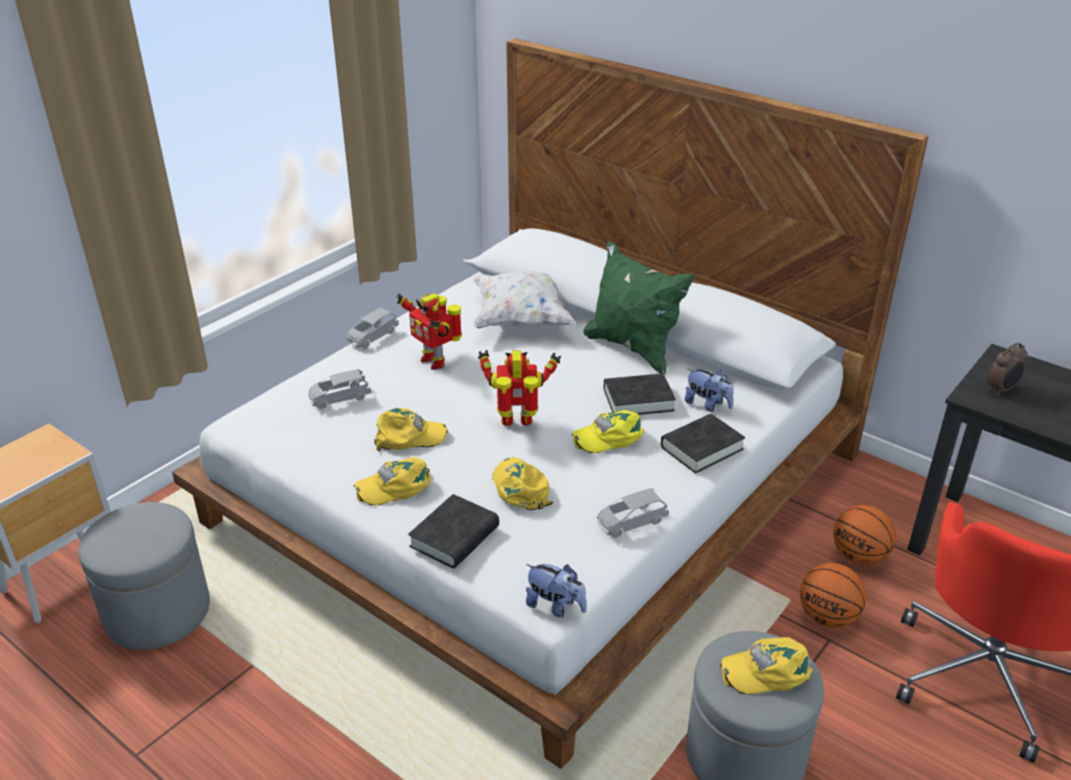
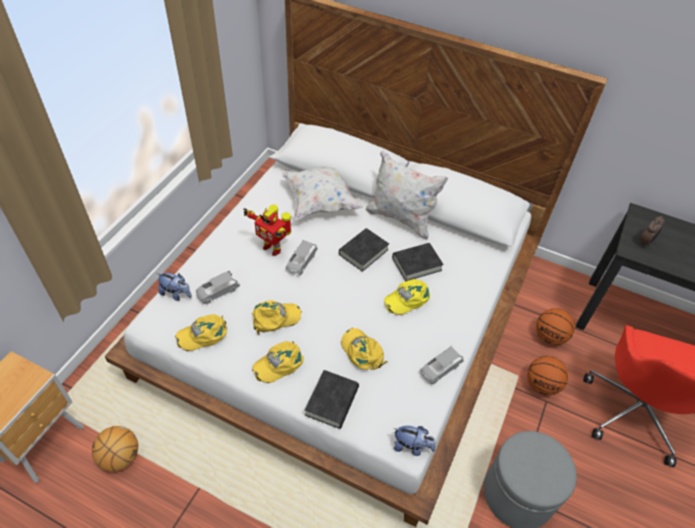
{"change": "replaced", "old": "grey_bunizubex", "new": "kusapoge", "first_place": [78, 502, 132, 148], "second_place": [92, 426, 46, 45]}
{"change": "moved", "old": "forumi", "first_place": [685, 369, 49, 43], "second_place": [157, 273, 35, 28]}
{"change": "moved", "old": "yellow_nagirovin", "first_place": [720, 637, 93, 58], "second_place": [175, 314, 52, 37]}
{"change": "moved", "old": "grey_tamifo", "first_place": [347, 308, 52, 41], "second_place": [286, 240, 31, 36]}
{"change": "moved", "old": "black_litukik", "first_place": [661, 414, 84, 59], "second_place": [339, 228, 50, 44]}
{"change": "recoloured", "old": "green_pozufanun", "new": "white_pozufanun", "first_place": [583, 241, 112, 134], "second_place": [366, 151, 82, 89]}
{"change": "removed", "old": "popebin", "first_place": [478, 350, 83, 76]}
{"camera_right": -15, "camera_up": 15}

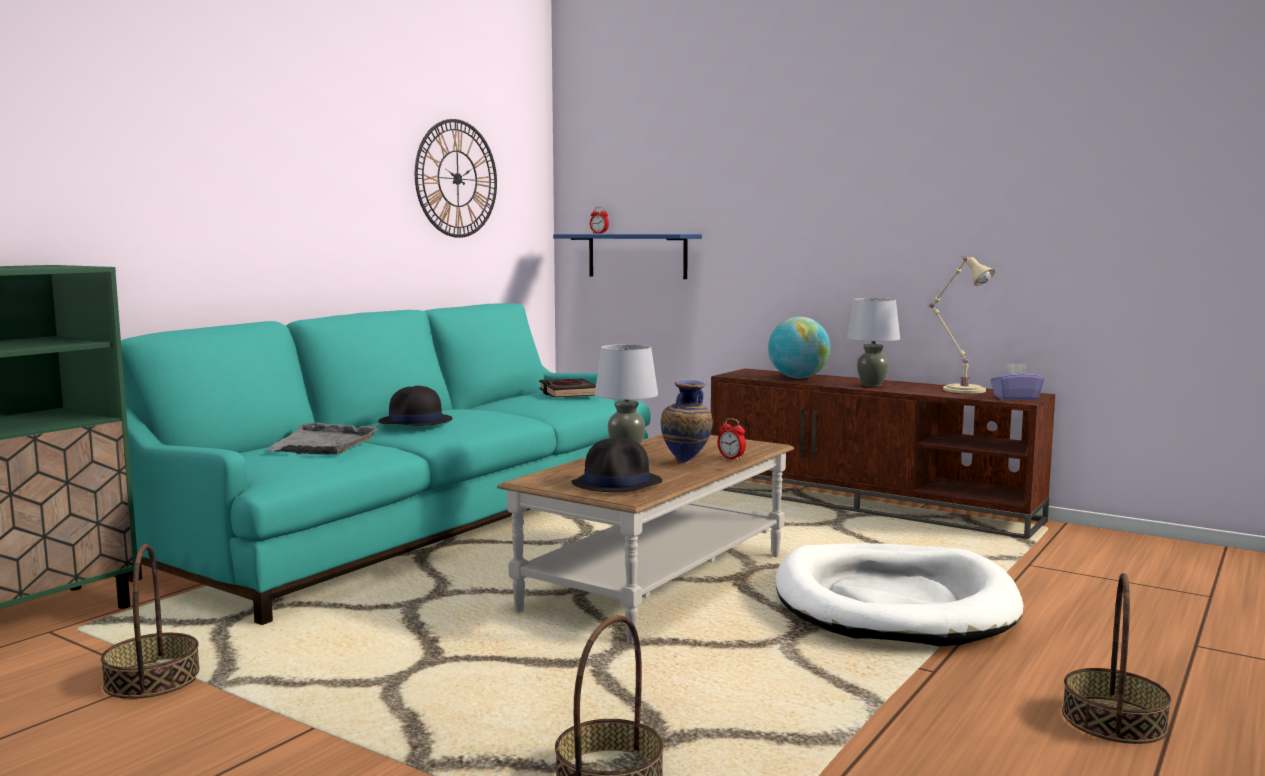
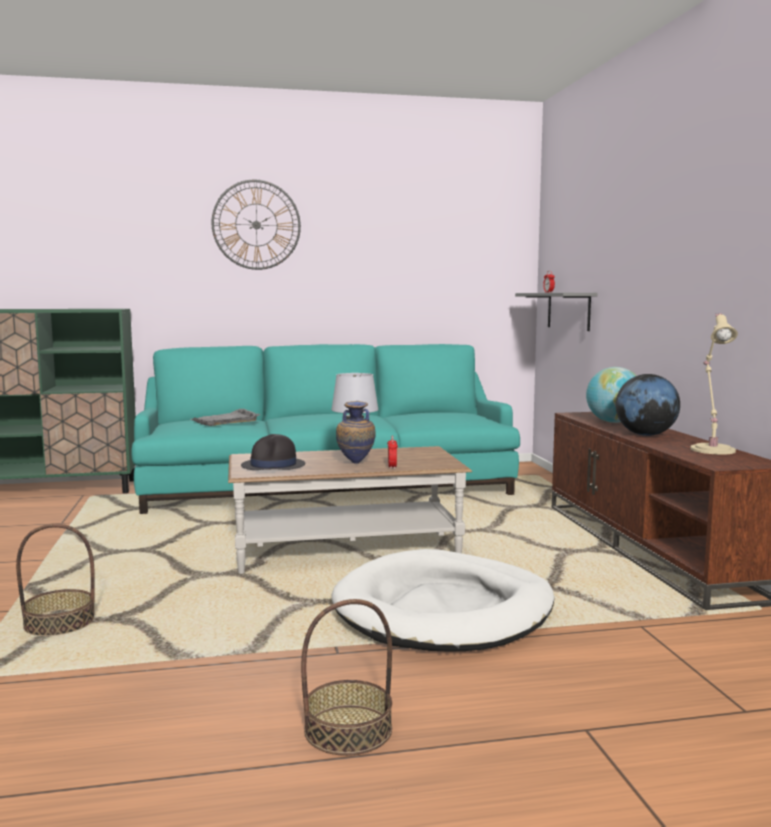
{"change": "moved", "old": "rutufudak", "first_place": [415, 119, 82, 119], "second_place": [212, 180, 89, 90]}
{"change": "recoloured", "old": "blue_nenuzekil", "new": "grey_nenuzekil", "first_place": [553, 234, 149, 45], "second_place": [515, 293, 83, 38]}
{"change": "replaced", "old": "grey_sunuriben", "new": "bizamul", "first_place": [847, 298, 53, 89], "second_place": [616, 374, 64, 62]}
{"change": "removed", "old": "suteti", "first_place": [101, 544, 99, 155]}
{"change": "removed", "old": "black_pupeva", "first_place": [378, 386, 75, 40]}
{"change": "removed", "old": "black_litukik", "first_place": [539, 379, 57, 19]}
{"change": "removed", "old": "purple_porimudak", "first_place": [991, 363, 53, 37]}
{"camera_right": 45, "camera_up": 0}

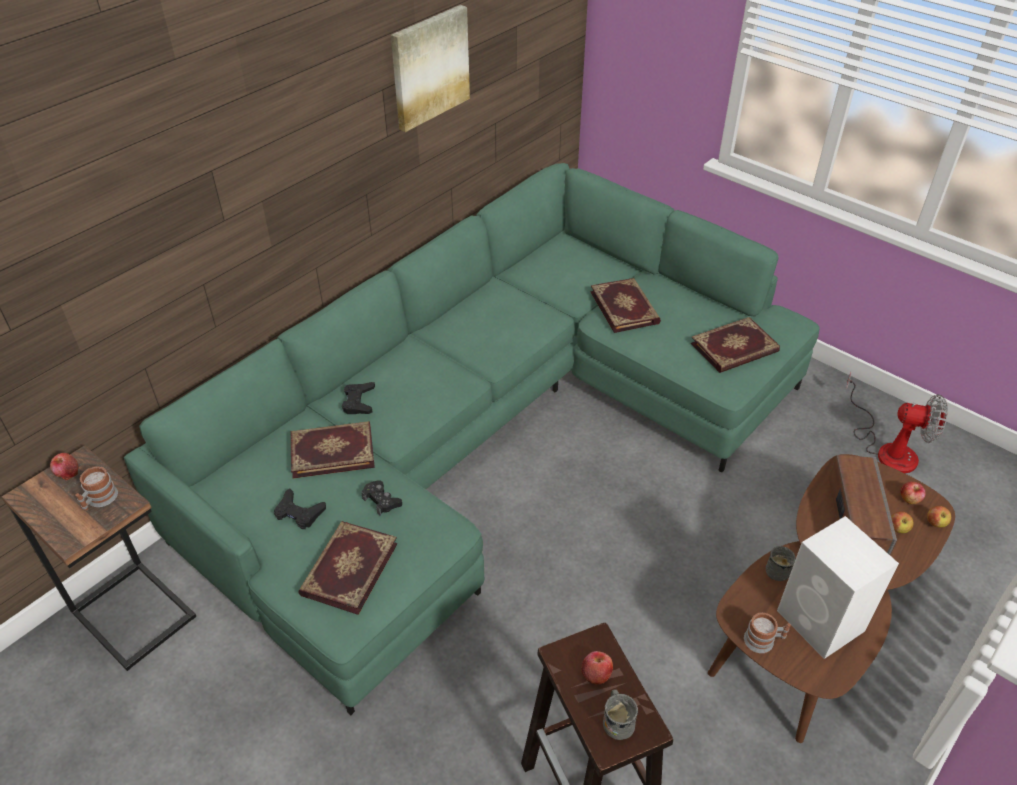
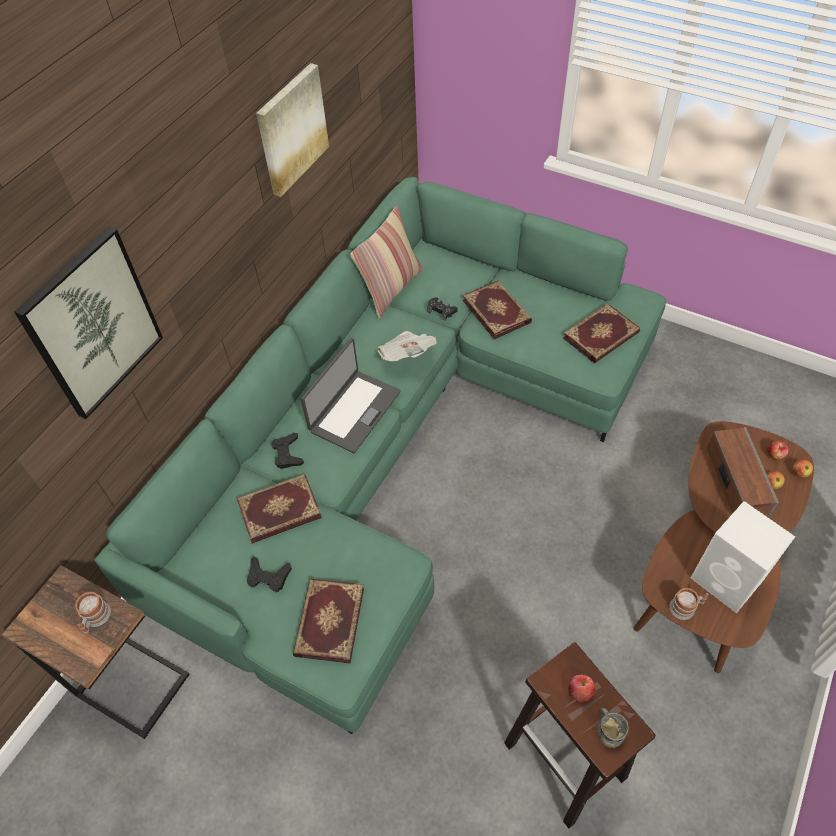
{"change": "added", "new": "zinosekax", "second_place": [14, 226, 149, 193]}
{"change": "added", "new": "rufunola", "second_place": [301, 338, 99, 115]}
{"change": "added", "new": "pozufanun", "second_place": [350, 205, 73, 113]}
{"change": "added", "new": "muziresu", "second_place": [377, 331, 60, 30]}
{"change": "moved", "old": "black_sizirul", "first_place": [362, 480, 40, 36], "second_place": [427, 297, 31, 24]}
{"change": "removed", "old": "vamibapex", "first_place": [50, 453, 28, 27]}
{"change": "removed", "old": "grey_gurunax", "first_place": [766, 546, 30, 35]}
{"change": "removed", "old": "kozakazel", "first_place": [847, 372, 101, 101]}
{"camera_right": -10, "camera_up": 10}

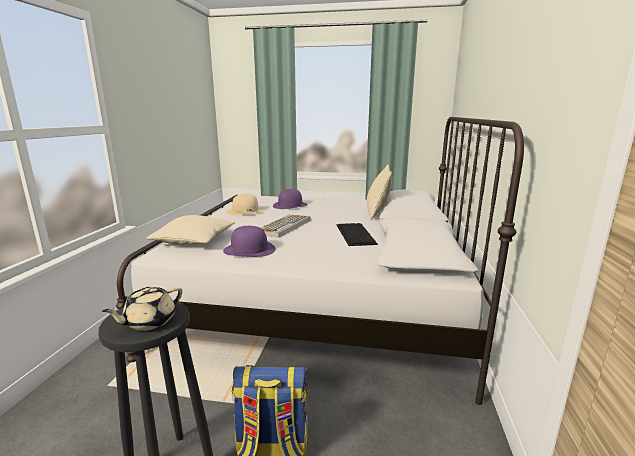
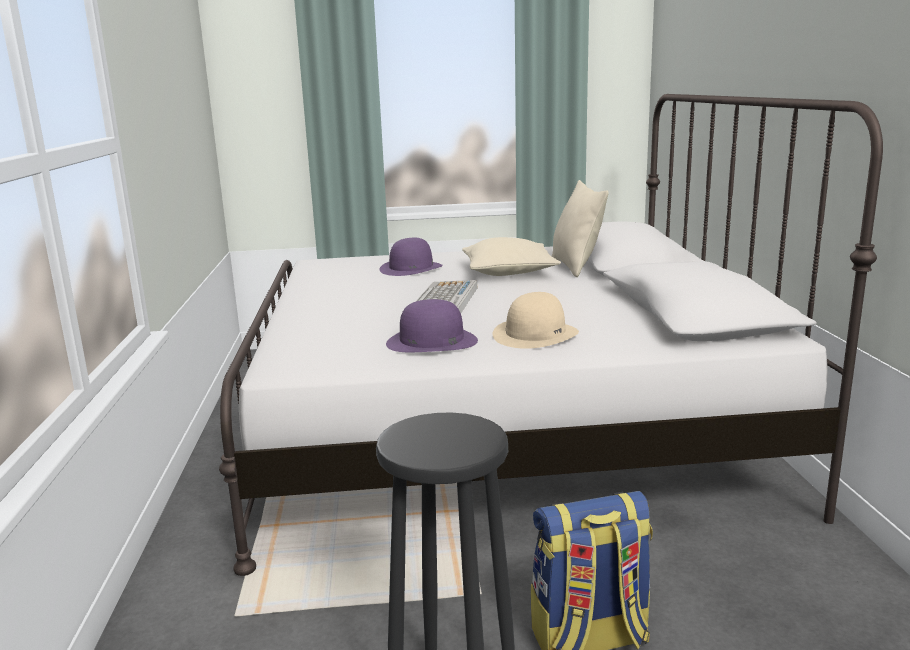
{"change": "moved", "old": "beige_pozufanun", "first_place": [146, 215, 89, 30], "second_place": [462, 237, 99, 39]}
{"change": "moved", "old": "beige_pupeva", "first_place": [226, 194, 38, 22], "second_place": [492, 292, 87, 57]}
{"change": "removed", "old": "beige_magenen", "first_place": [102, 287, 80, 44]}
{"change": "removed", "old": "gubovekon", "first_place": [336, 223, 42, 23]}
{"camera_right": -15, "camera_up": 0}

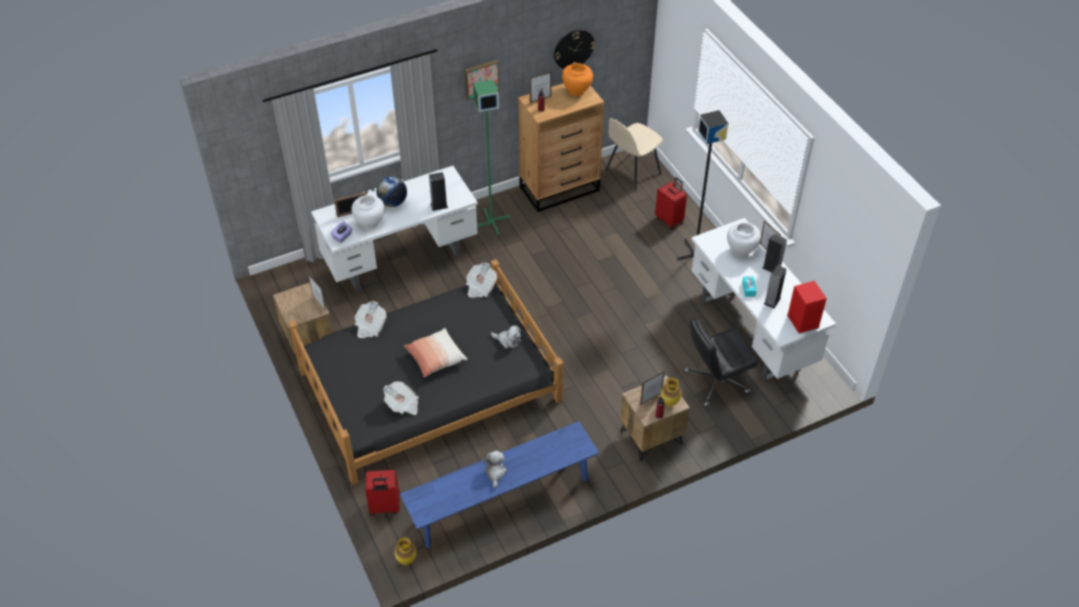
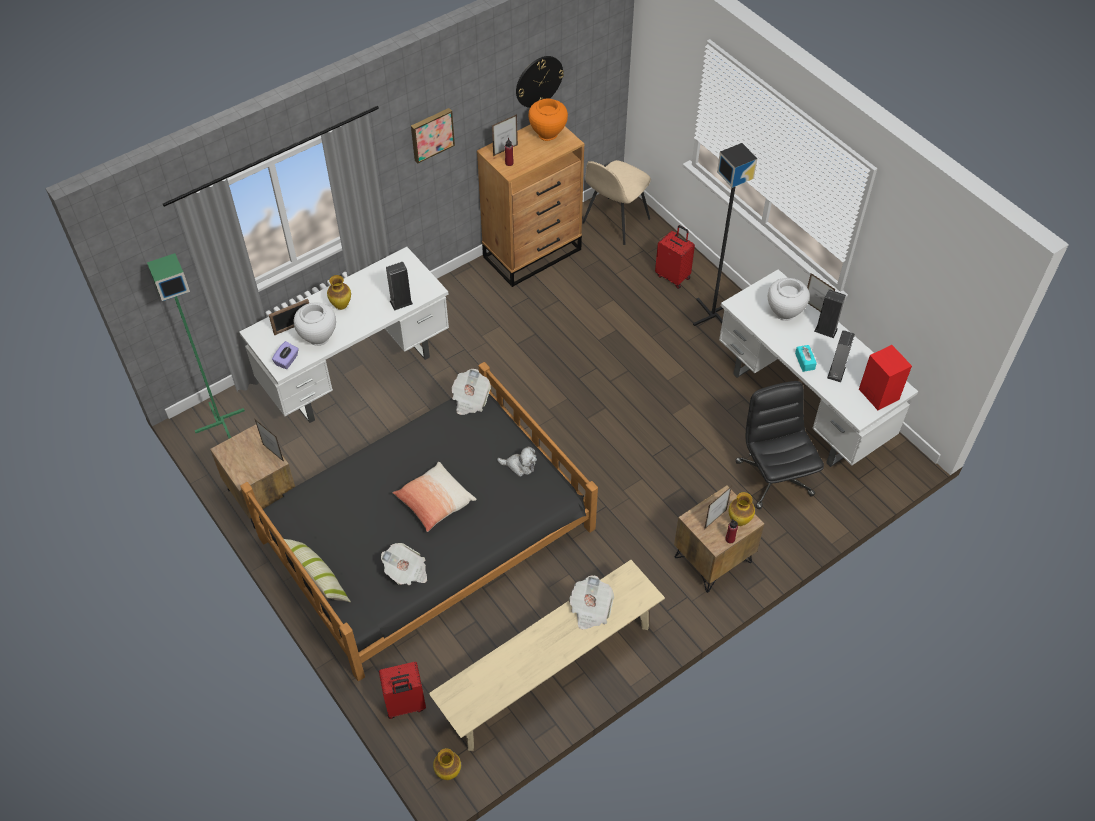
{"change": "moved", "old": "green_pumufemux", "first_place": [473, 80, 37, 155], "second_place": [147, 253, 98, 186]}
{"change": "added", "new": "pozufanun", "second_place": [284, 539, 67, 63]}
{"change": "replaced", "old": "bizamul", "new": "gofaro", "first_place": [376, 176, 31, 31], "second_place": [327, 275, 24, 35]}
{"change": "recoloured", "old": "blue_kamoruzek", "new": "beige_kamoruzek", "first_place": [400, 421, 199, 127], "second_place": [429, 560, 236, 191]}
{"change": "moved", "old": "muziresu", "first_place": [354, 301, 33, 37], "second_place": [569, 576, 45, 54]}
{"change": "turned", "old": "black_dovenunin", "first_place": [684, 318, 73, 89], "second_place": [736, 381, 88, 128], "degrees": 105}
{"change": "removed", "old": "forumi", "first_place": [483, 450, 24, 38]}
{"camera_right": -10, "camera_up": 5}

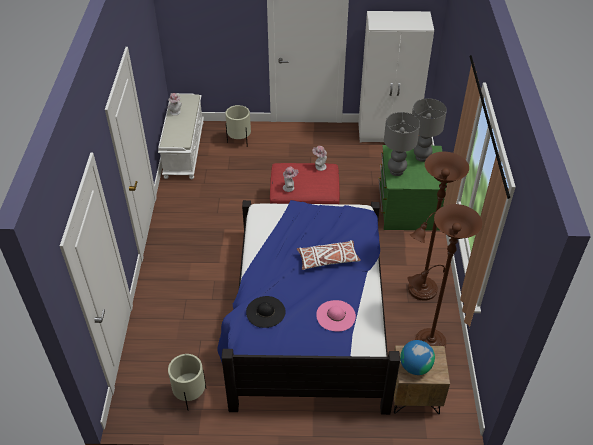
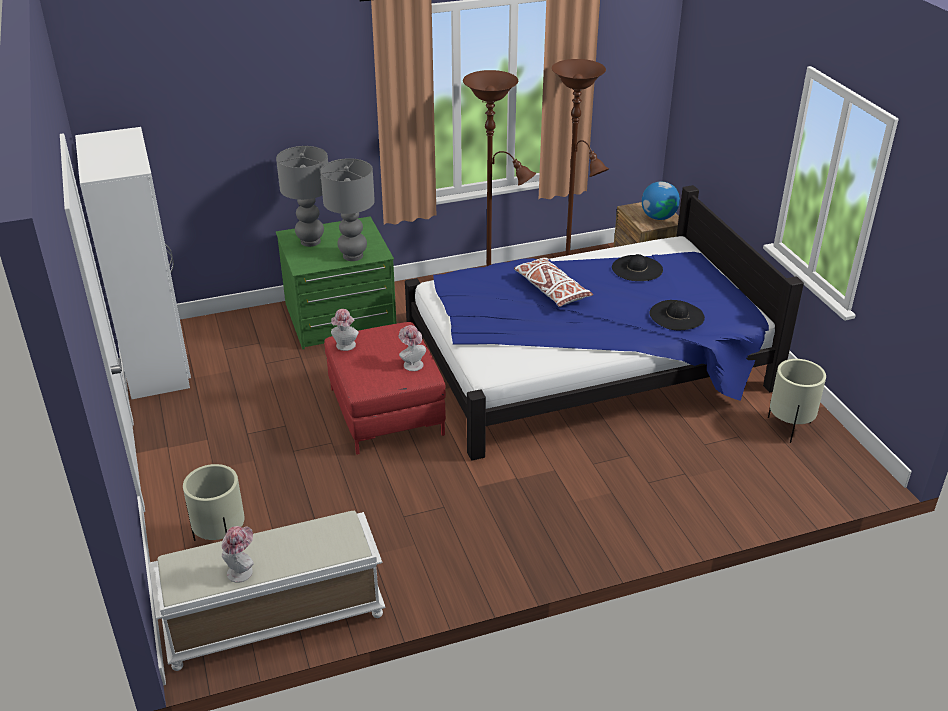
{"change": "recoloured", "old": "pink_pupeva", "new": "black_pupeva", "first_place": [316, 300, 40, 31], "second_place": [612, 254, 51, 27]}
{"camera_right": -110, "camera_up": -10}

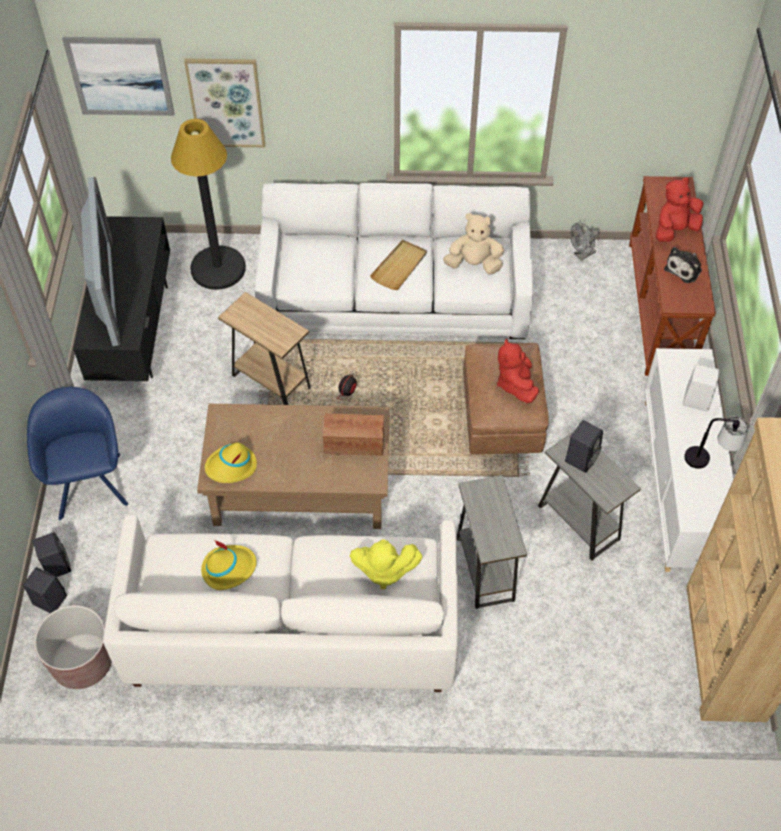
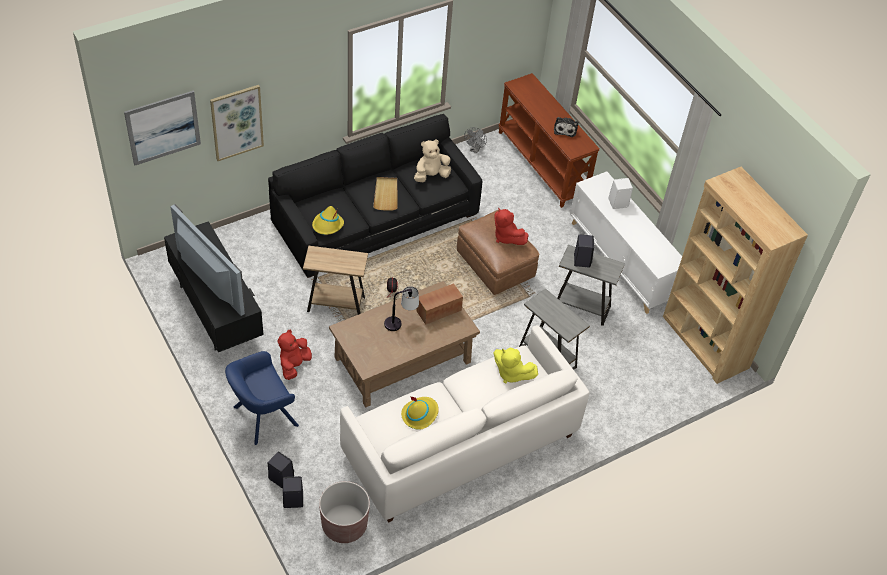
{"change": "turned", "old": "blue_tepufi", "first_place": [27, 387, 101, 133], "second_place": [225, 351, 74, 94], "degrees": -75}
{"change": "recoloured", "old": "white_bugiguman", "new": "black_bugiguman", "first_place": [255, 183, 278, 156], "second_place": [268, 114, 214, 164]}
{"change": "moved", "old": "red_forumi", "first_place": [656, 177, 48, 65], "second_place": [278, 330, 34, 50]}
{"change": "moved", "old": "yellow_pupeva", "first_place": [205, 442, 52, 41], "second_place": [312, 206, 32, 29]}
{"change": "moved", "old": "sunuriben", "first_place": [684, 416, 64, 53], "second_place": [384, 286, 35, 45]}
{"change": "turned", "old": "yellow_forumi", "first_place": [350, 539, 72, 50], "second_place": [494, 348, 44, 35], "degrees": 60}
{"change": "removed", "old": "black_pumufemux", "first_place": [171, 119, 75, 171]}
{"camera_right": -35, "camera_up": -5}

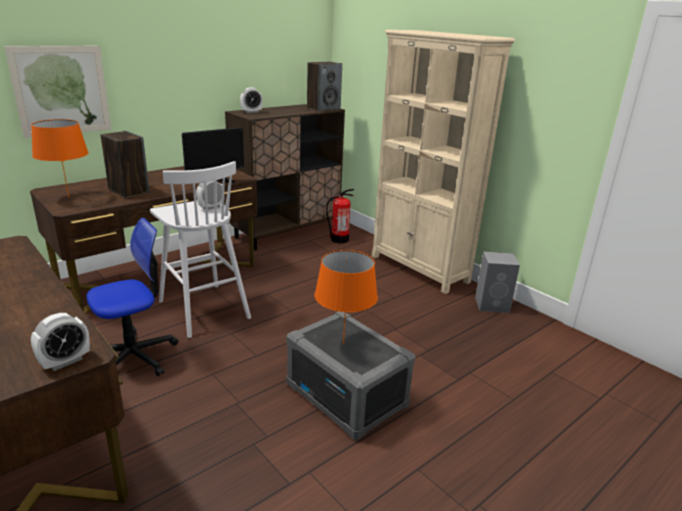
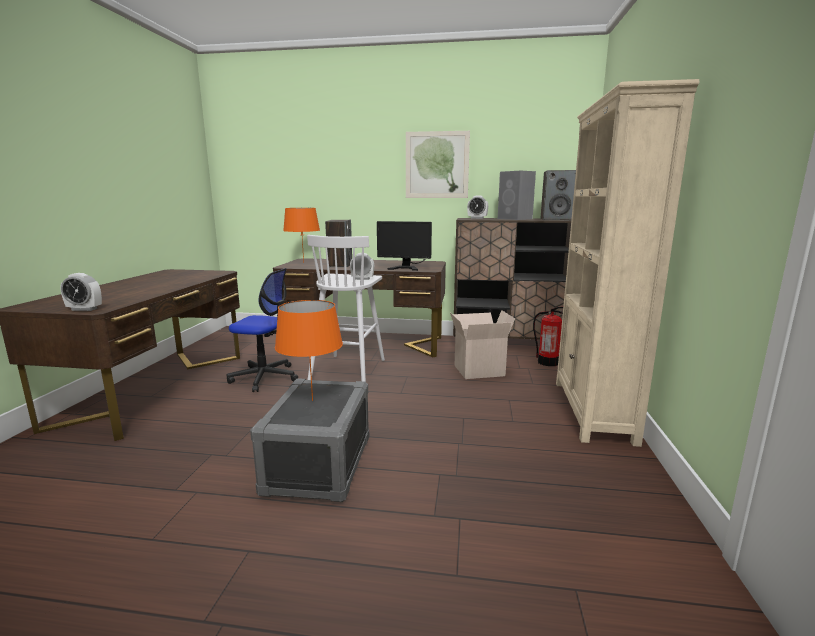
{"change": "moved", "old": "zinosekax", "first_place": [5, 46, 106, 92], "second_place": [406, 131, 64, 67]}
{"change": "added", "new": "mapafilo", "second_place": [450, 310, 65, 69]}
{"change": "moved", "old": "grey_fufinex", "first_place": [475, 252, 45, 61], "second_place": [498, 171, 38, 49]}
{"camera_right": 50, "camera_up": -10}

